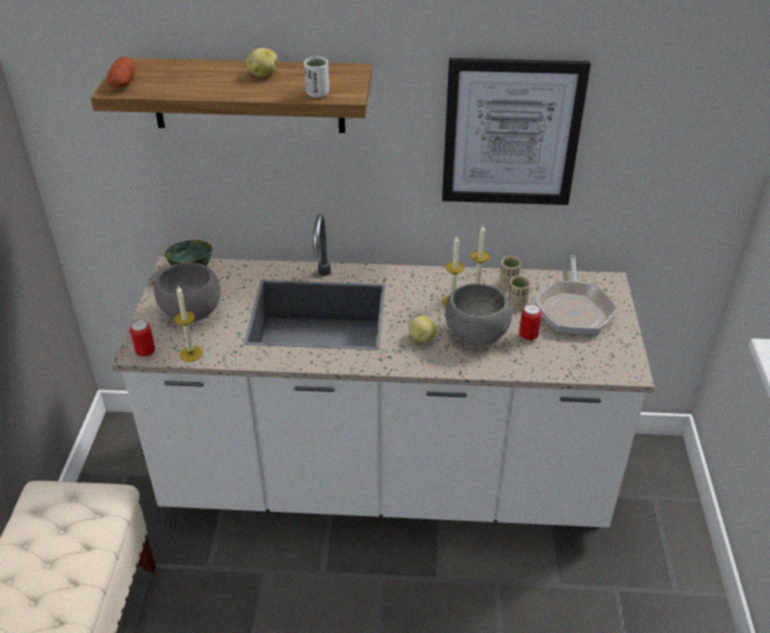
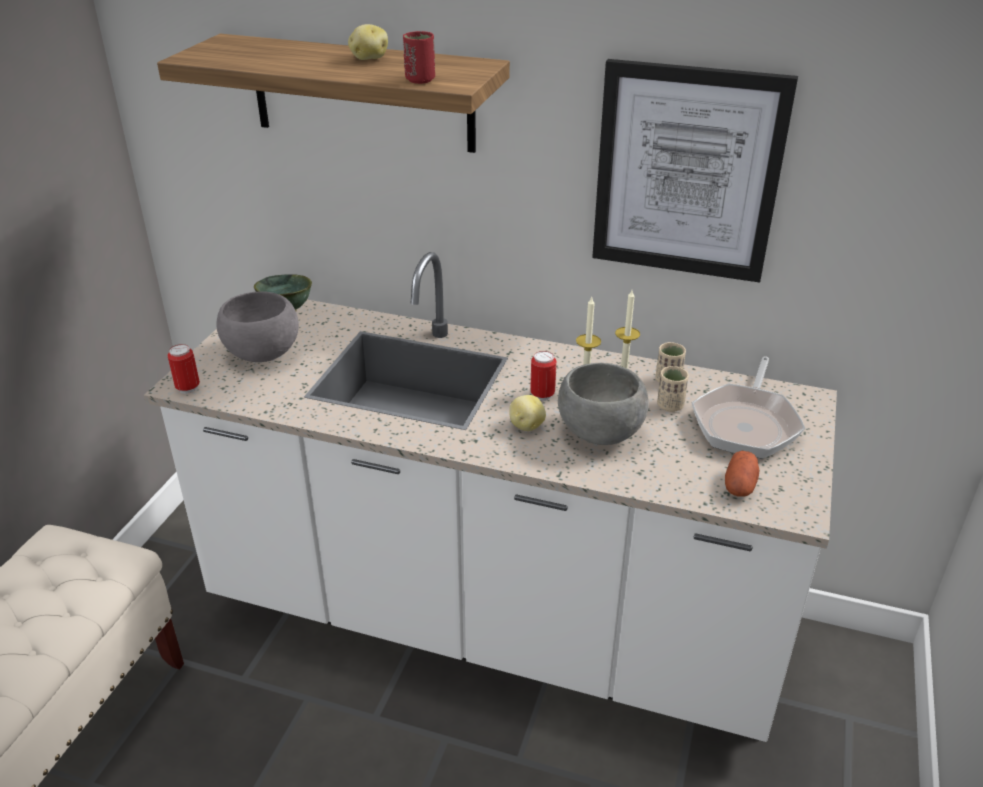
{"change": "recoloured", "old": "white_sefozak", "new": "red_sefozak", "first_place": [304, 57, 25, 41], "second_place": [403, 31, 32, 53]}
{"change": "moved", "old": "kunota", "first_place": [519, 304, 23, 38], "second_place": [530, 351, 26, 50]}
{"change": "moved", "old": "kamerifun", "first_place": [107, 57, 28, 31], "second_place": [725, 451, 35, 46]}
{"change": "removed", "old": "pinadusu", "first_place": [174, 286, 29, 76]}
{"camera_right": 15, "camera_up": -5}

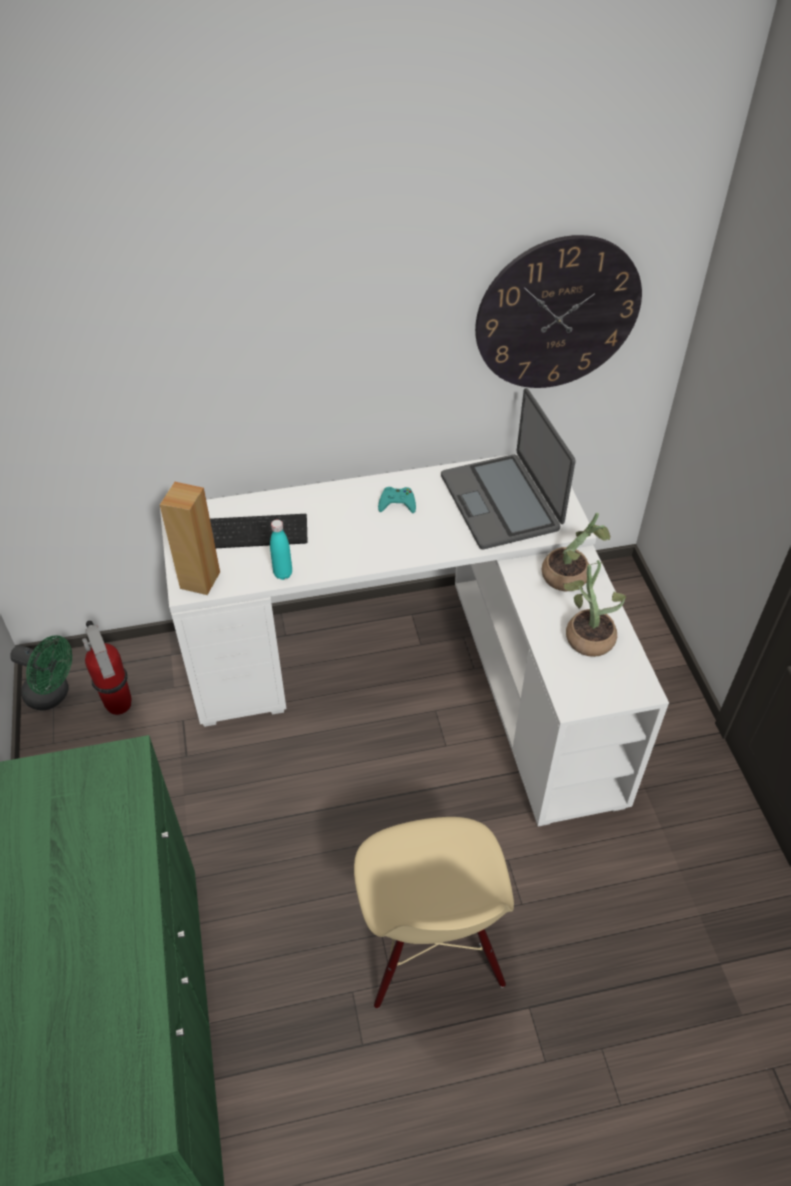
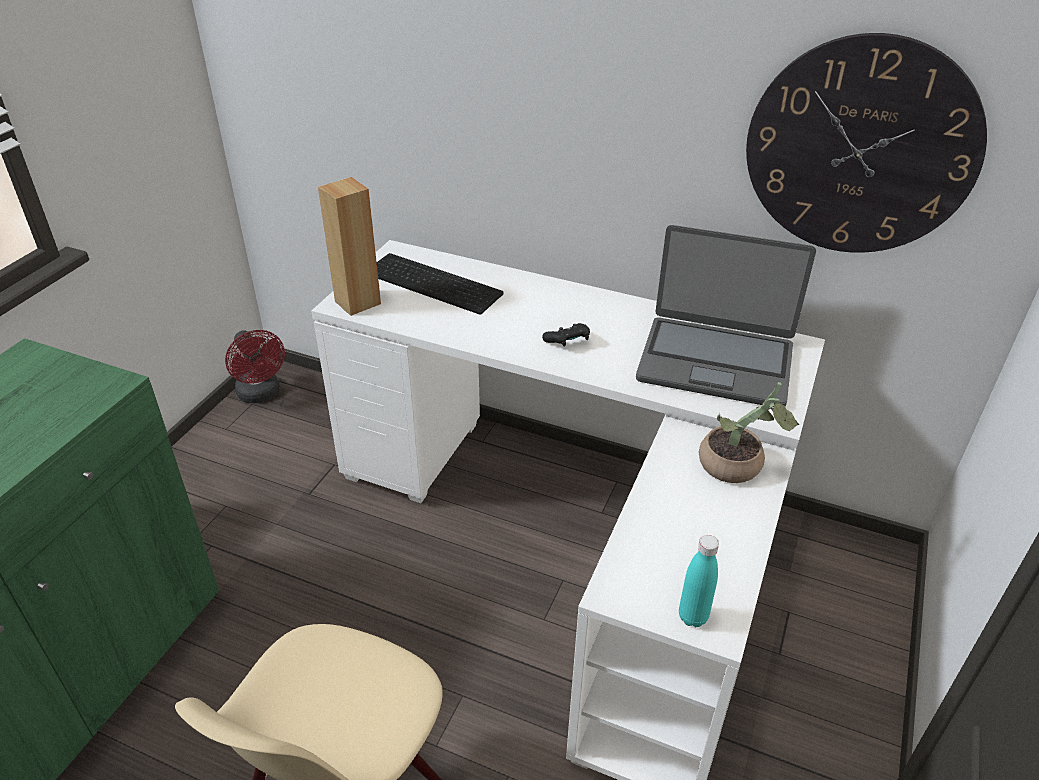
{"change": "recoloured", "old": "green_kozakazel", "new": "red_kozakazel", "first_place": [10, 635, 62, 75], "second_place": [225, 330, 60, 73]}
{"change": "added", "new": "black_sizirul", "second_place": [542, 323, 48, 23]}
{"change": "turned", "old": "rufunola", "first_place": [441, 388, 135, 161], "second_place": [636, 225, 180, 181], "degrees": -90}
{"change": "moved", "old": "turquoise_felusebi", "first_place": [270, 520, 22, 60], "second_place": [679, 535, 40, 92]}
{"change": "removed", "old": "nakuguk", "first_place": [82, 621, 49, 94]}
{"change": "removed", "old": "turquoise_sizirul", "first_place": [378, 487, 38, 26]}
{"change": "removed", "old": "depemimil", "first_place": [563, 560, 63, 97]}
{"camera_right": 35, "camera_up": -10}

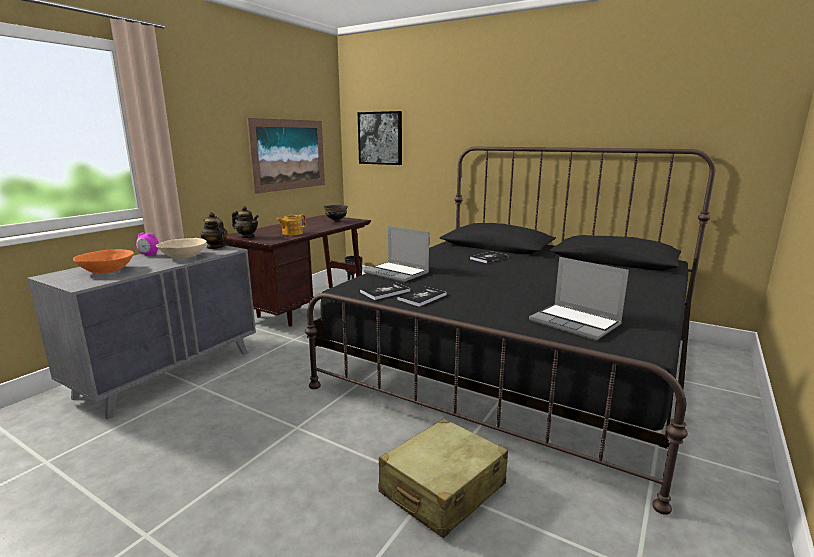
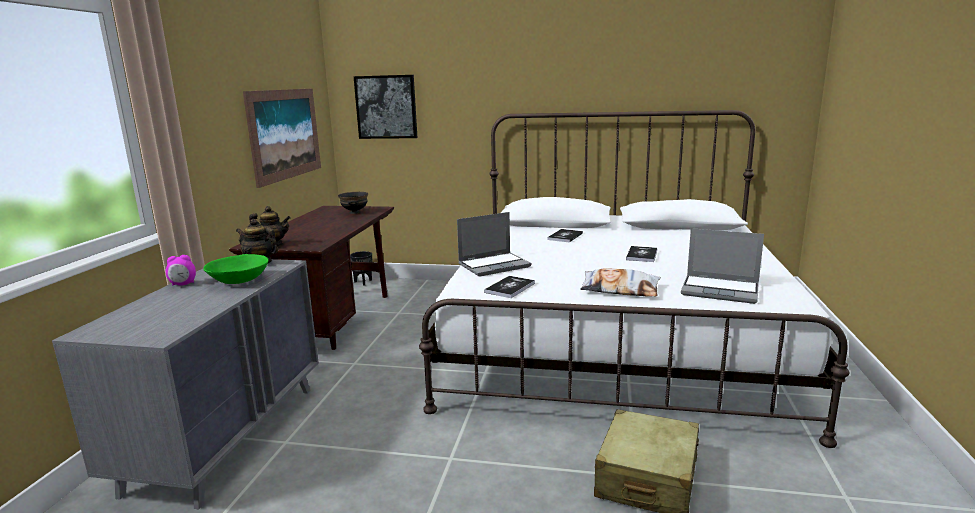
{"change": "recoloured", "old": "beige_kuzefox", "new": "green_kuzefox", "first_place": [156, 238, 51, 21], "second_place": [203, 254, 66, 30]}
{"change": "recoloured", "old": "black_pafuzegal", "new": "white_pafuzegal", "first_place": [305, 147, 410, 368], "second_place": [419, 110, 430, 338]}
{"change": "turned", "old": "rufunola", "first_place": [364, 226, 65, 56], "second_place": [457, 212, 74, 65], "degrees": -45}
{"change": "added", "new": "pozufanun", "second_place": [580, 269, 81, 27]}
{"change": "moved", "old": "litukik", "first_place": [397, 287, 50, 20], "second_place": [626, 246, 31, 16]}
{"change": "removed", "old": "orange_kuzefox", "first_place": [73, 249, 61, 24]}
{"change": "removed", "old": "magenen", "first_place": [276, 214, 30, 22]}
{"camera_right": -20, "camera_up": 0}

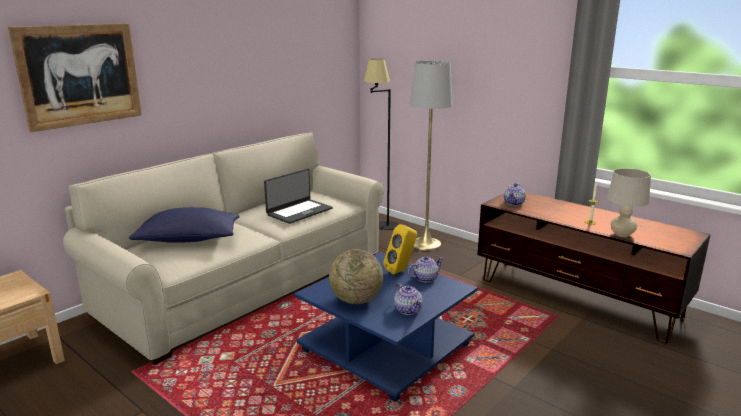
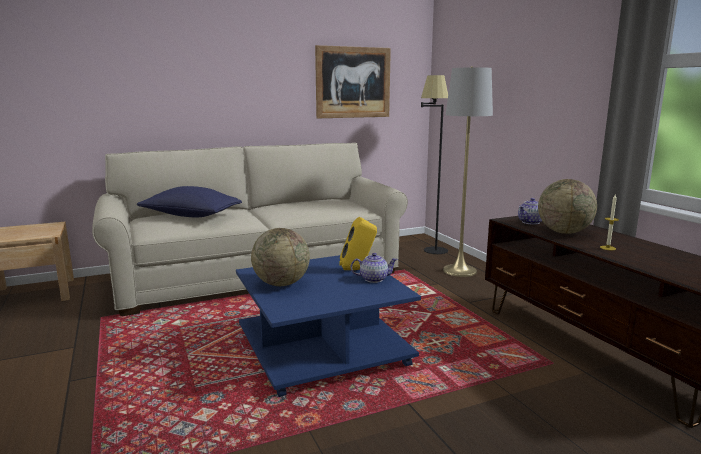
{"change": "moved", "old": "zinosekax", "first_place": [8, 23, 134, 109], "second_place": [315, 45, 76, 73]}
{"change": "added", "new": "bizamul", "second_place": [538, 179, 59, 55]}
{"change": "removed", "old": "rufunola", "first_place": [264, 169, 69, 55]}
{"change": "removed", "old": "magenen", "first_place": [394, 283, 29, 32]}
{"change": "removed", "old": "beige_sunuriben", "first_place": [607, 168, 44, 69]}
{"camera_right": 25, "camera_up": -5}

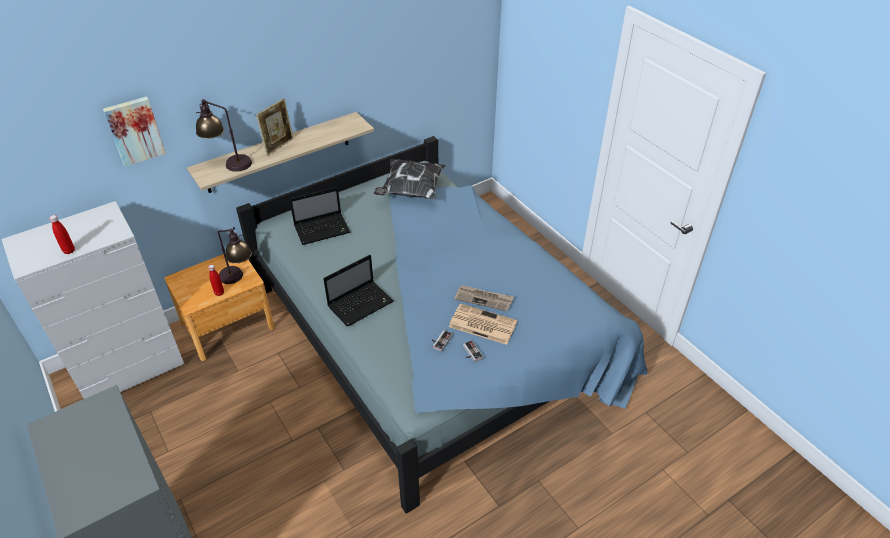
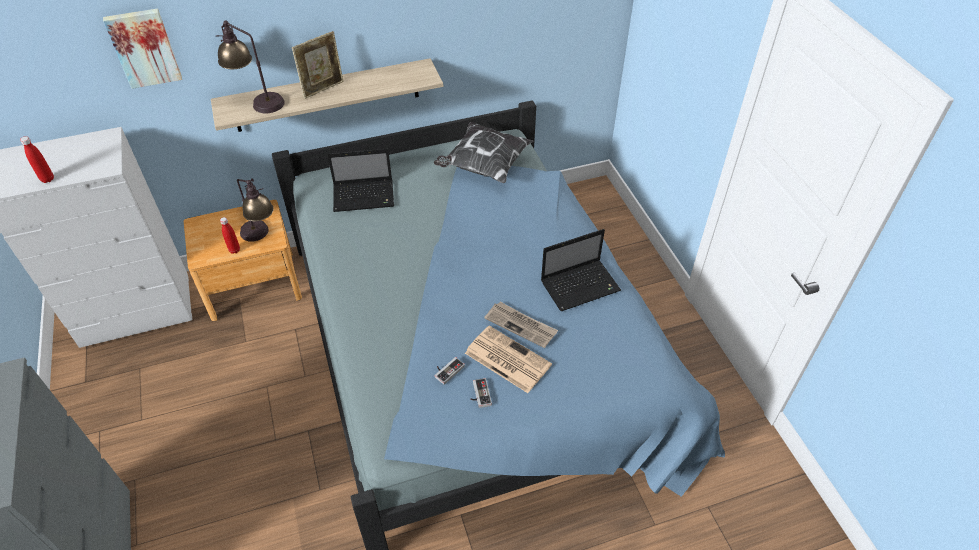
{"change": "moved", "old": "rufunola", "first_place": [323, 255, 70, 72], "second_place": [541, 229, 80, 82]}
{"camera_right": 15, "camera_up": 5}

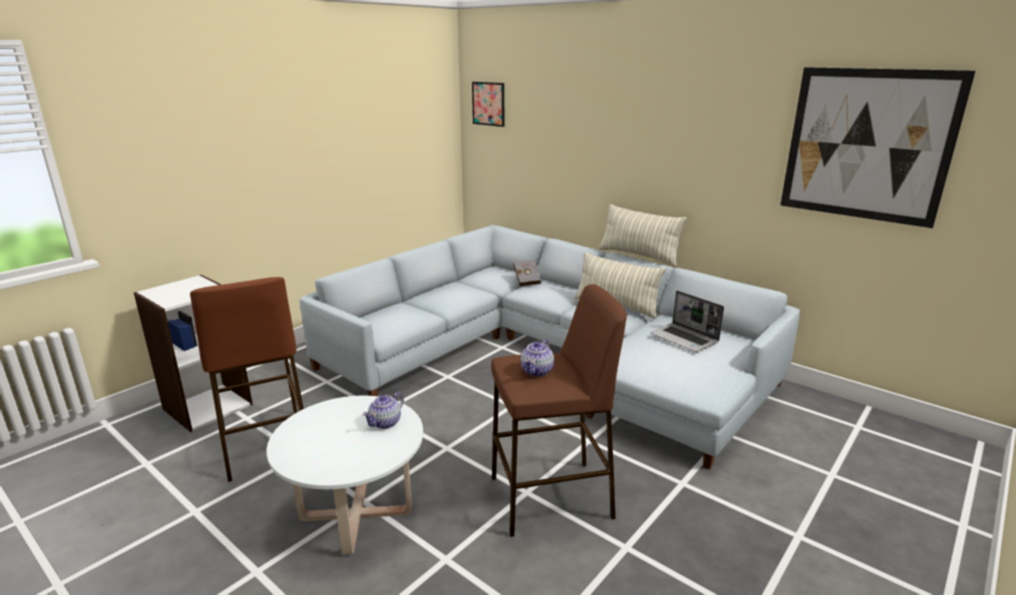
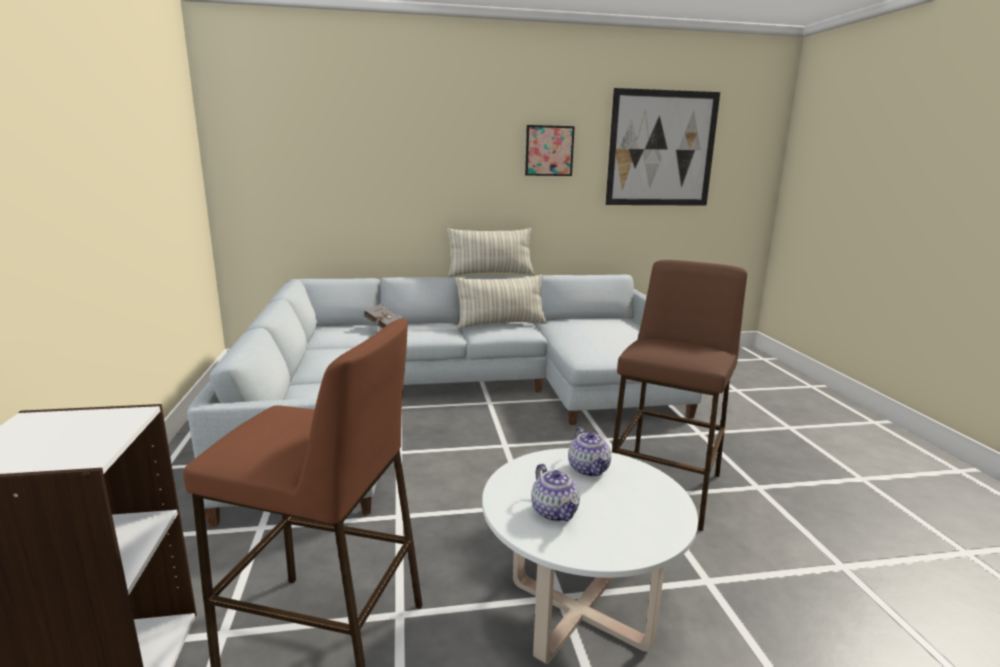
{"change": "moved", "old": "zinosekax", "first_place": [472, 82, 32, 45], "second_place": [525, 125, 50, 51]}
{"change": "moved", "old": "magenen", "first_place": [521, 339, 33, 38], "second_place": [531, 464, 49, 57]}
{"change": "removed", "old": "rufunola", "first_place": [651, 291, 73, 61]}
{"camera_right": -50, "camera_up": -5}

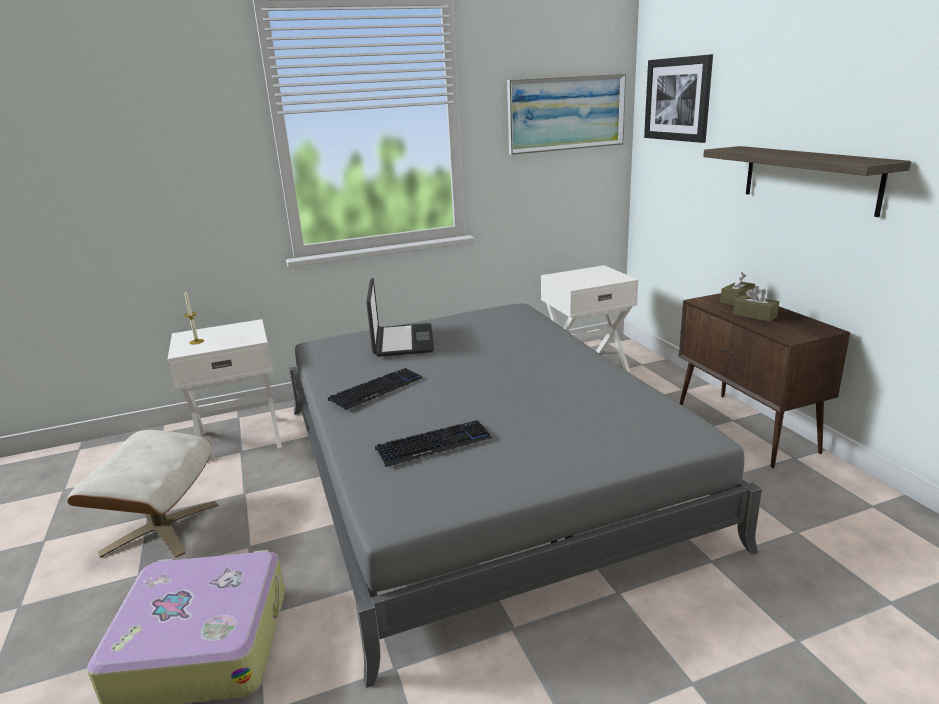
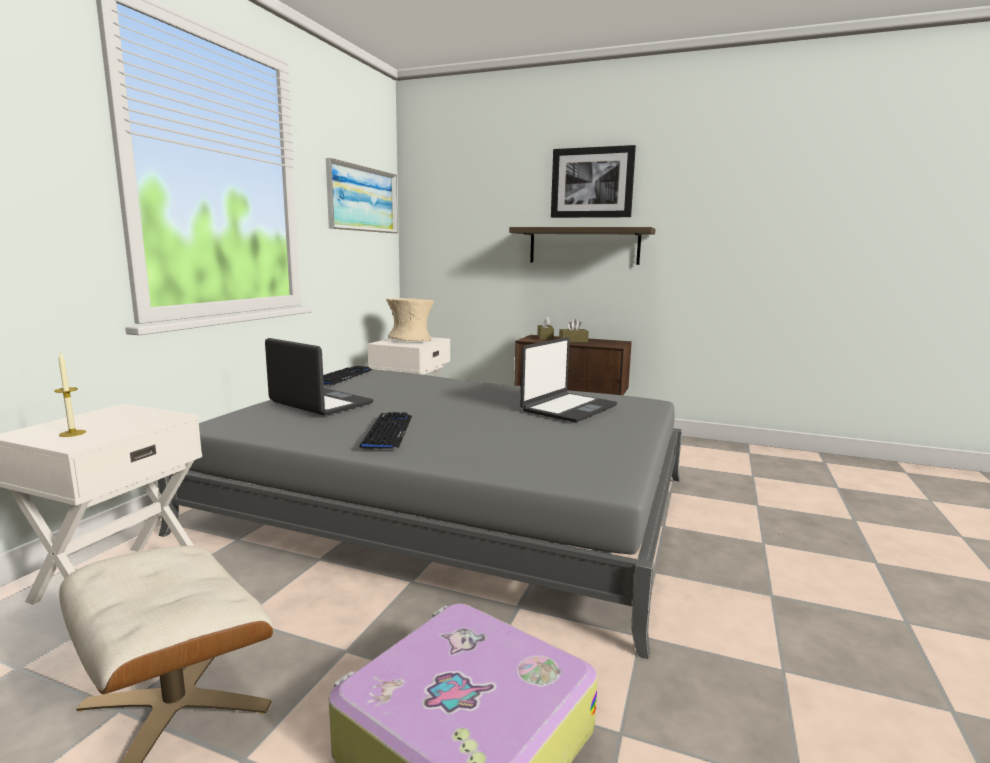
{"change": "moved", "old": "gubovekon", "first_place": [375, 420, 117, 47], "second_place": [323, 366, 50, 19]}
{"change": "added", "new": "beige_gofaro", "second_place": [386, 298, 48, 43]}
{"change": "added", "new": "rufunola", "second_place": [520, 337, 98, 86]}
{"change": "moved", "old": "zinosekax", "first_place": [644, 54, 69, 89], "second_place": [551, 145, 85, 73]}
{"camera_right": -50, "camera_up": -10}

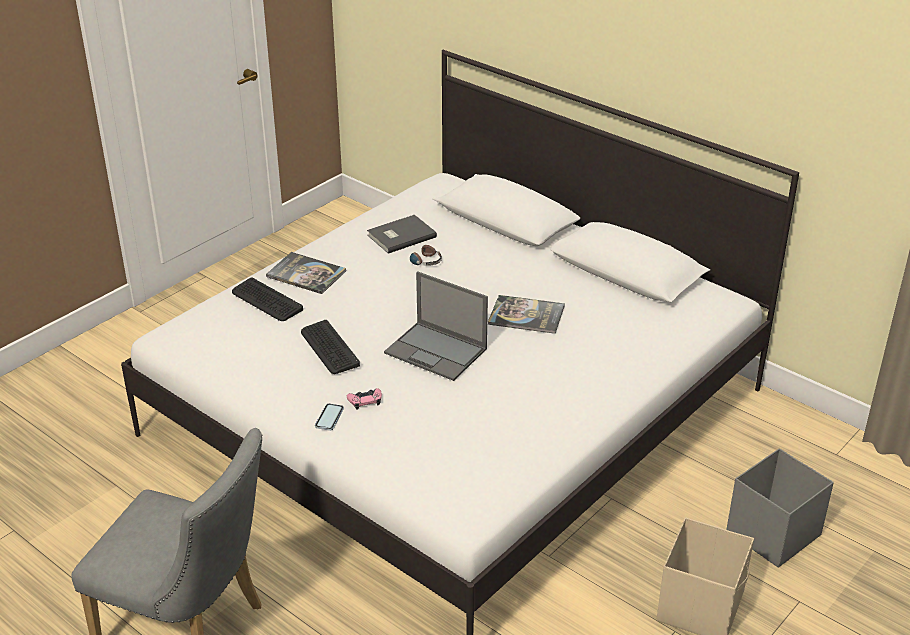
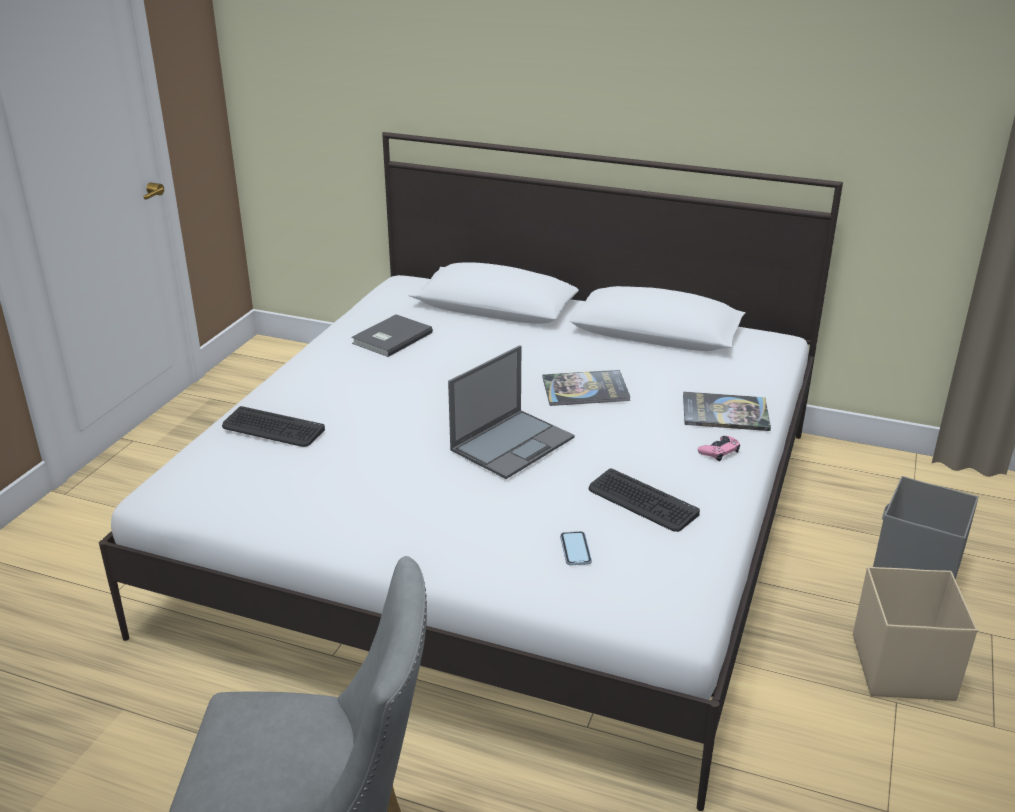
{"change": "turned", "old": "rufunola", "first_place": [384, 271, 104, 110], "second_place": [448, 345, 127, 134], "degrees": -60}
{"change": "moved", "old": "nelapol", "first_place": [315, 403, 29, 28], "second_place": [560, 531, 32, 34]}
{"change": "moved", "old": "gubovekon", "first_place": [301, 320, 59, 54], "second_place": [589, 469, 111, 63]}
{"change": "moved", "old": "litukik", "first_place": [266, 252, 80, 42], "second_place": [683, 391, 88, 40]}
{"change": "moved", "old": "pink_sizirul", "first_place": [347, 388, 35, 22], "second_place": [698, 436, 42, 25]}
{"change": "removed", "old": "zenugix", "first_place": [410, 245, 32, 21]}
{"camera_right": -20, "camera_up": -5}

